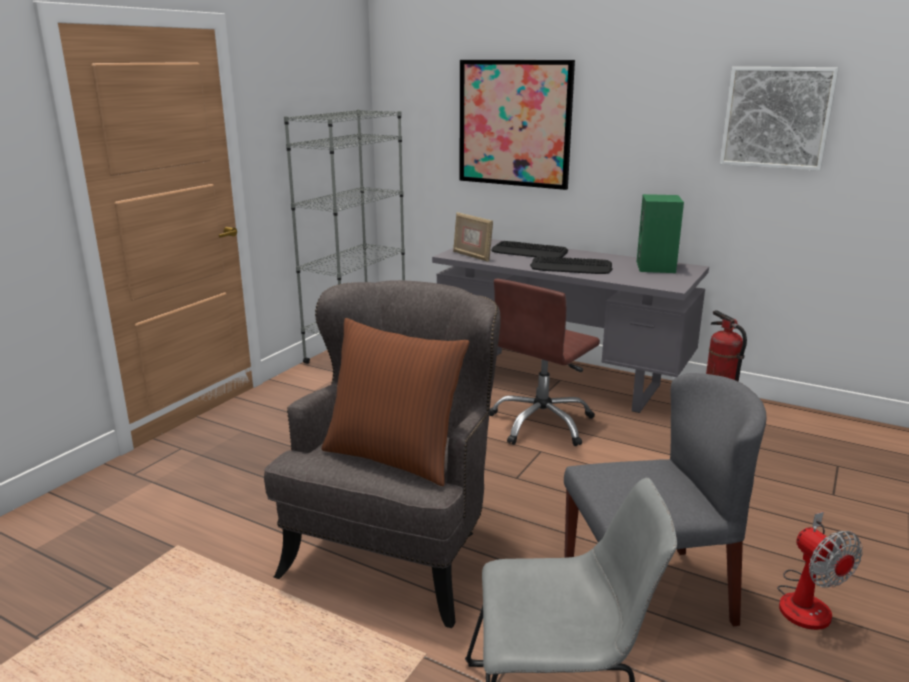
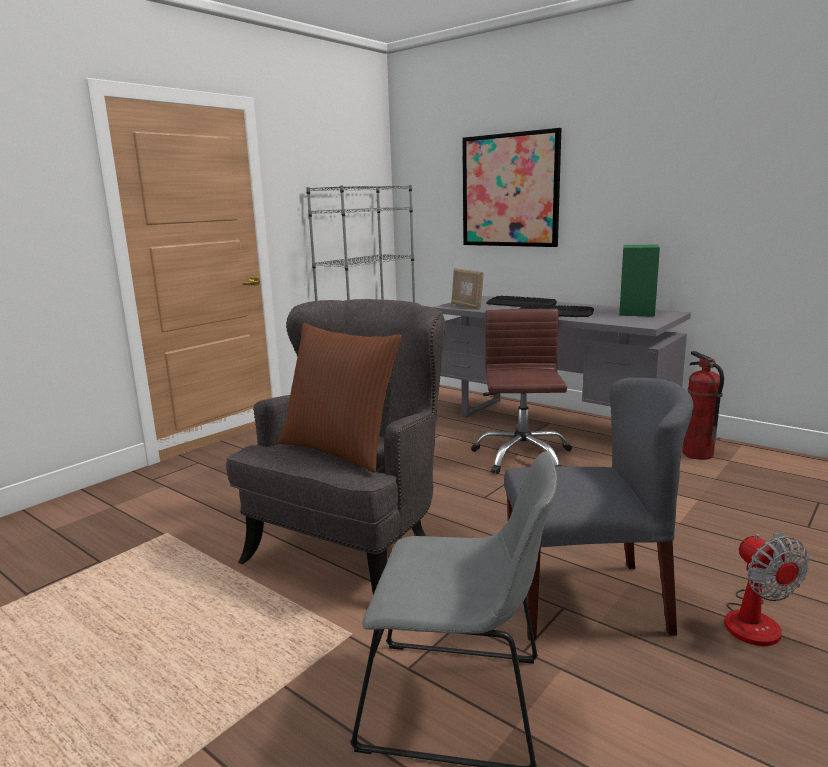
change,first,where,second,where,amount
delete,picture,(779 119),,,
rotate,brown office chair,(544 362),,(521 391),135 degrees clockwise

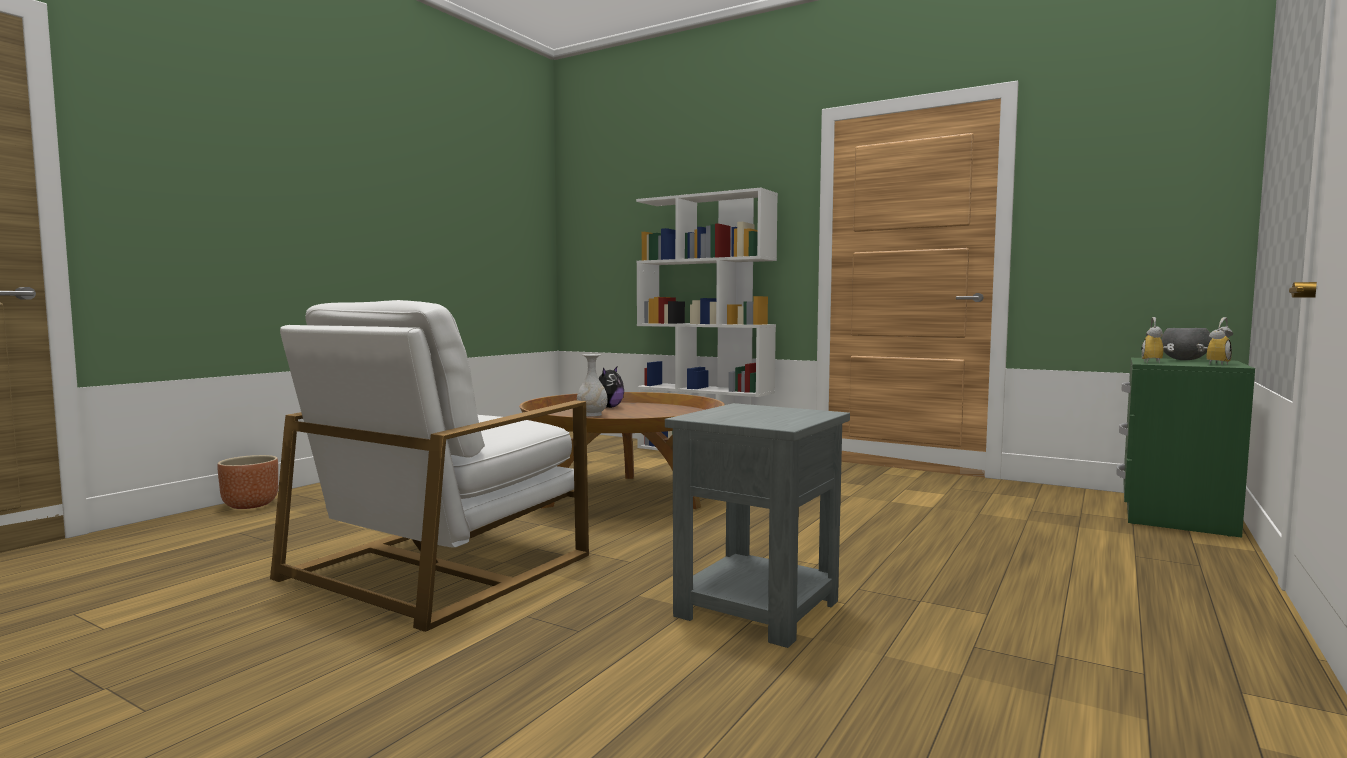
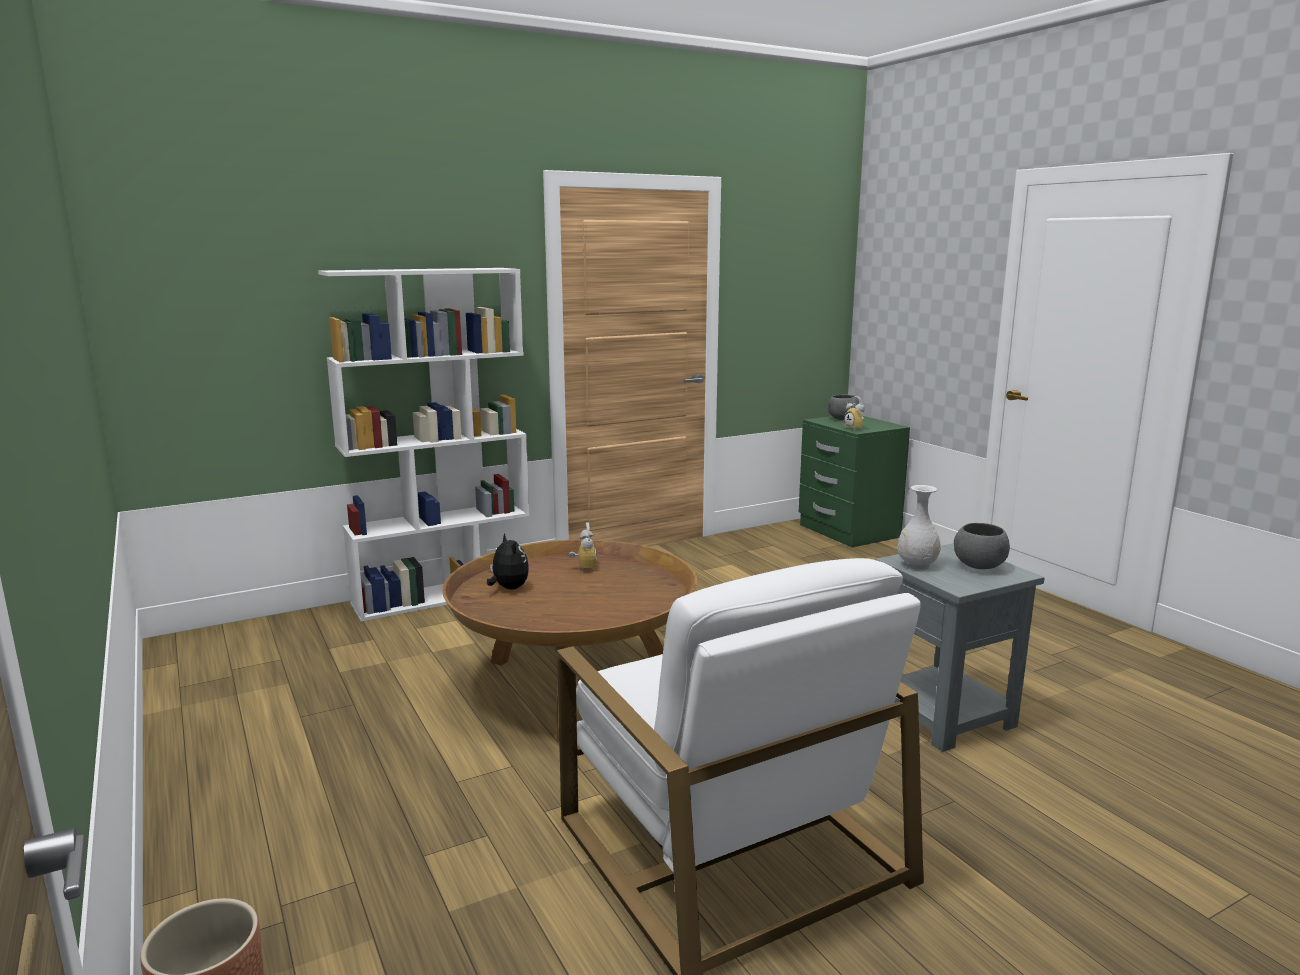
change,first,where,second,where,amount
insert,,,grey bowl,(982 546),
move,white vase,(592 385),,(919 527),
move,alarm clock,(1214 341),,(583 546),

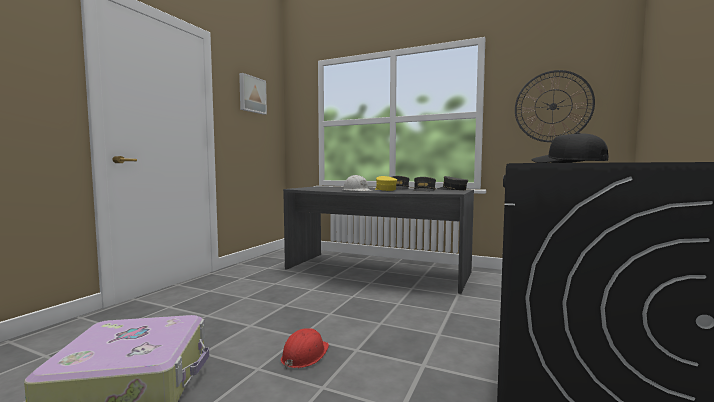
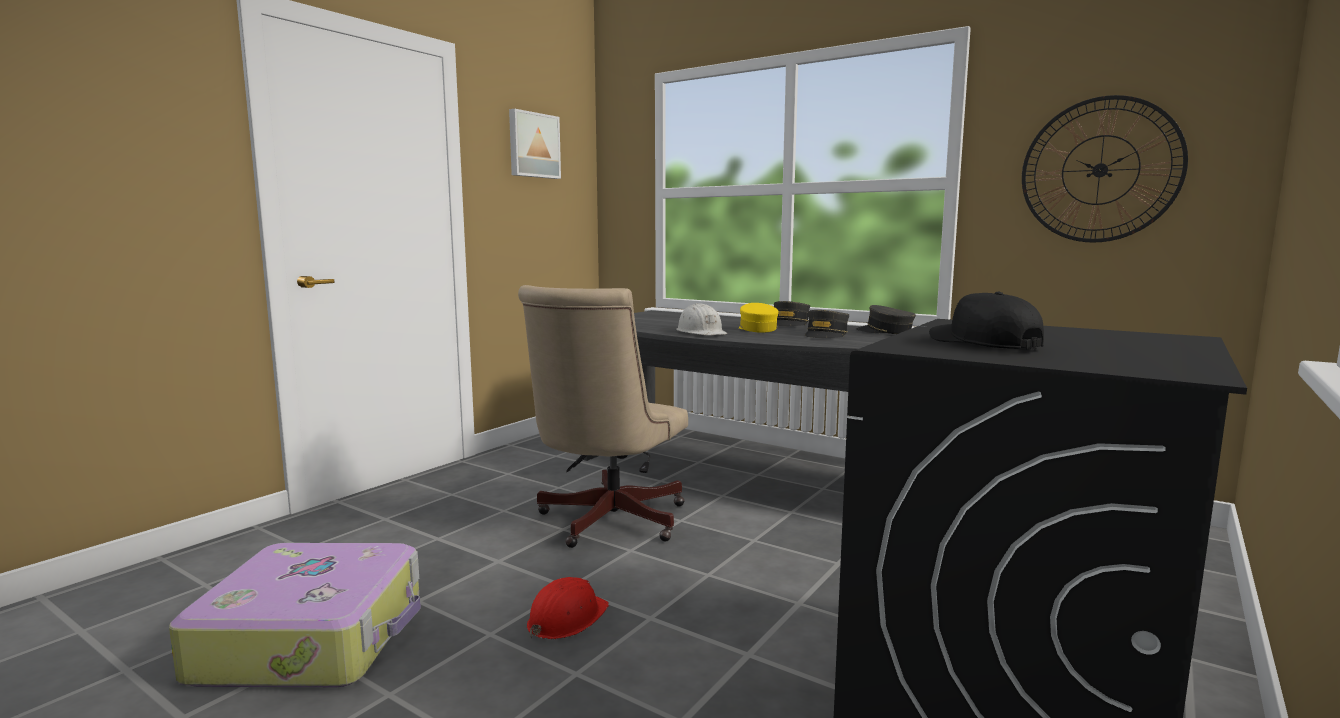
change,first,where,second,where,amount
insert,,,beige office chair,(603 416),

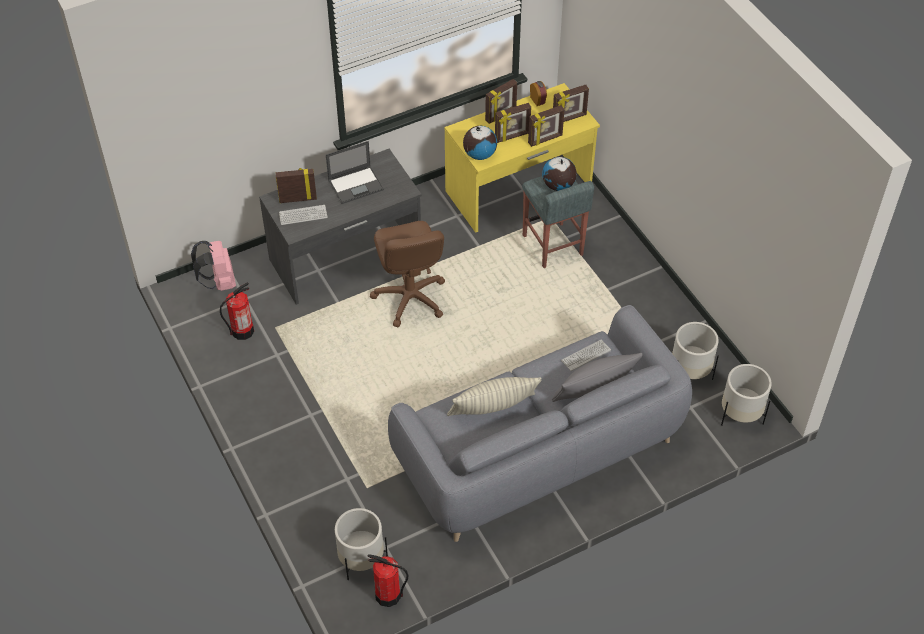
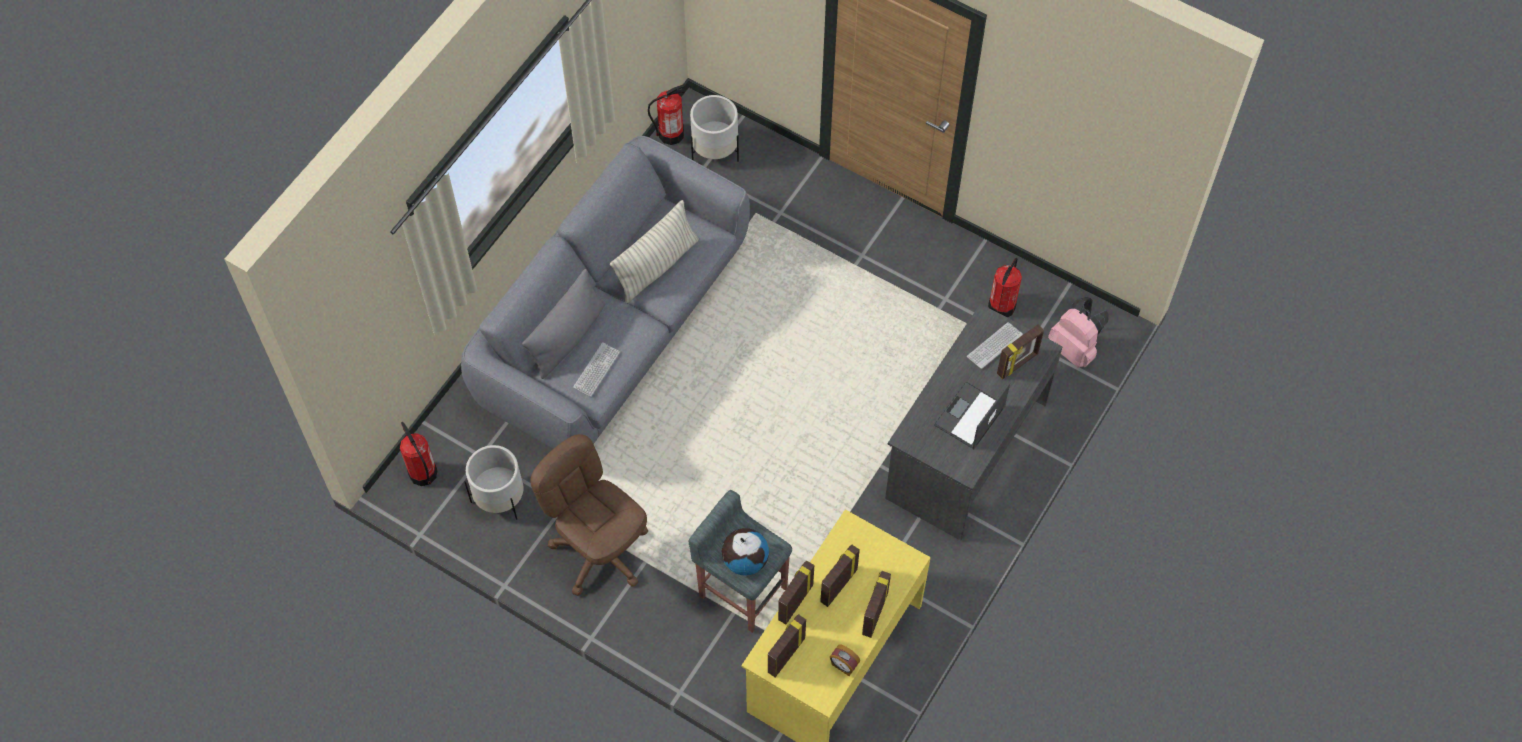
change,first,where,second,where,amount
delete,globe,(480 143),,,
move,brown office chair,(407 274),,(589 515),
replace,white planter,(746 395),fire extinguisher,(418 454),

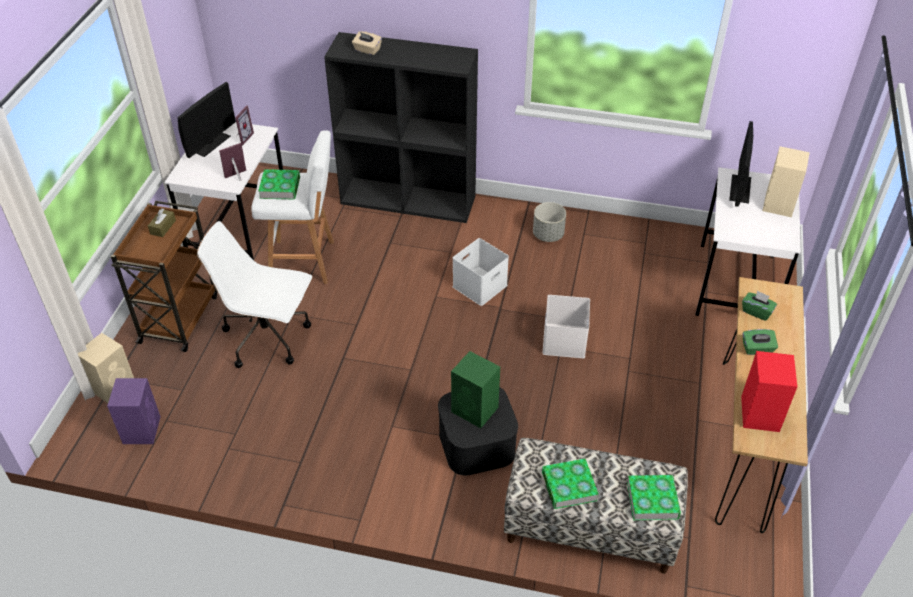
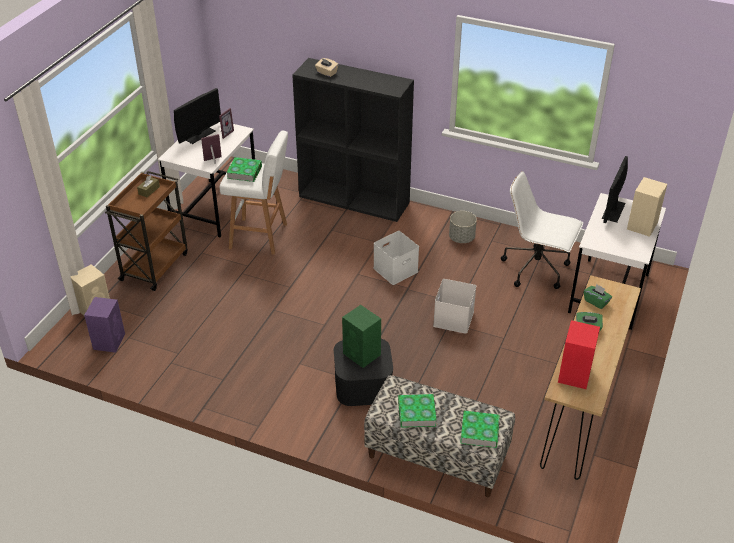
change,first,where,second,where,amount
move,white office chair,(255 294),,(542 230),

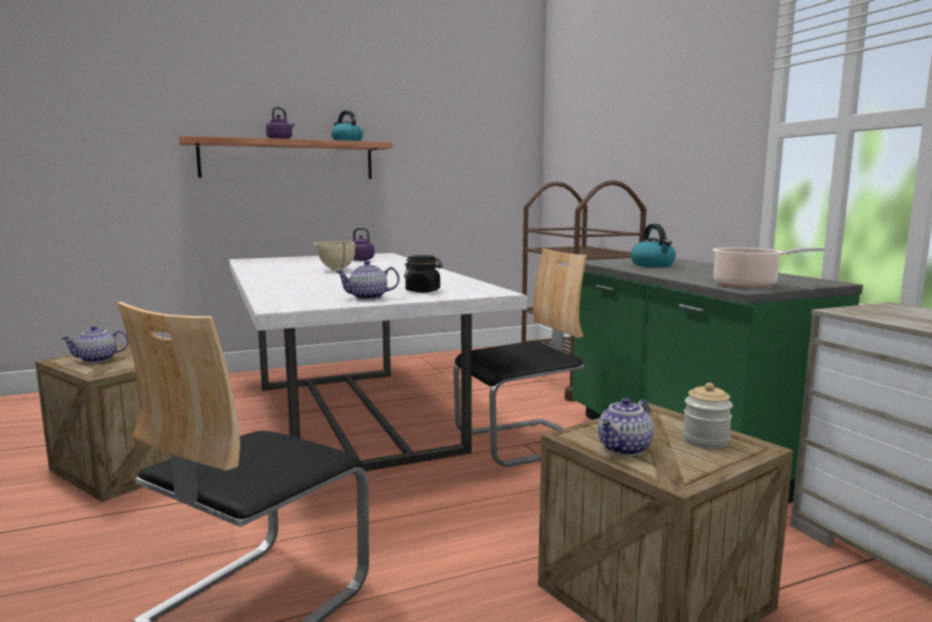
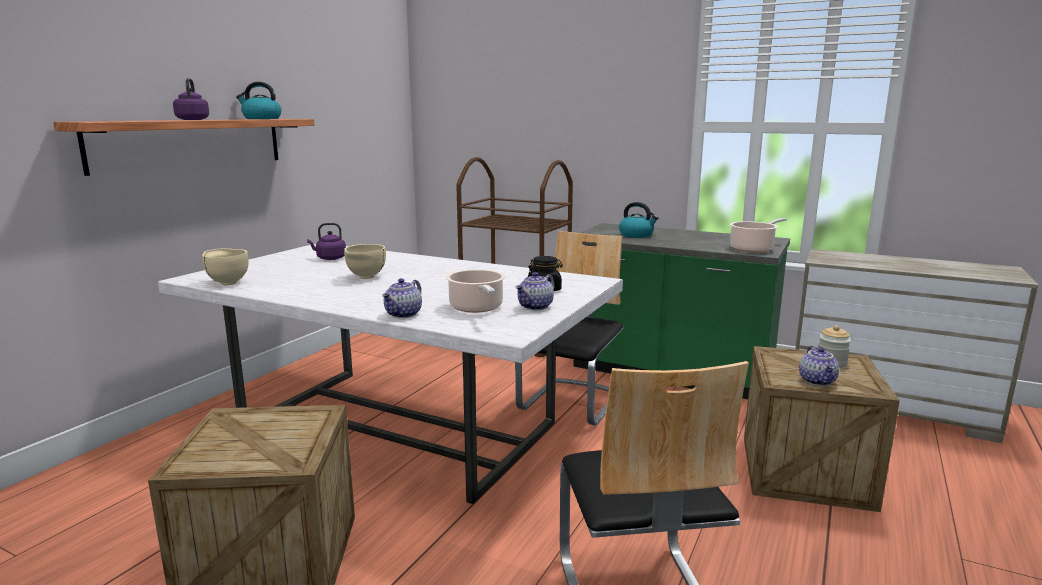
change,first,where,second,where,amount
insert,,,beige bowl,(225 267),
insert,,,cooking pot,(475 291),
move,teapot,(95 344),,(402 298),

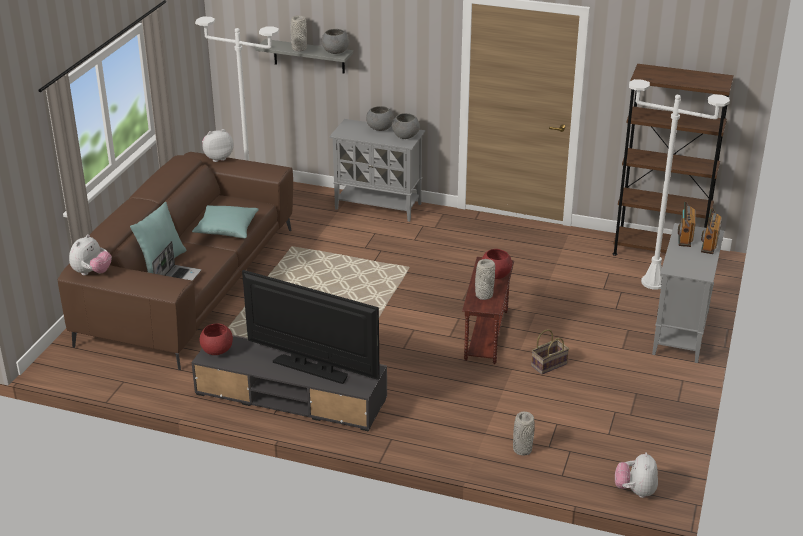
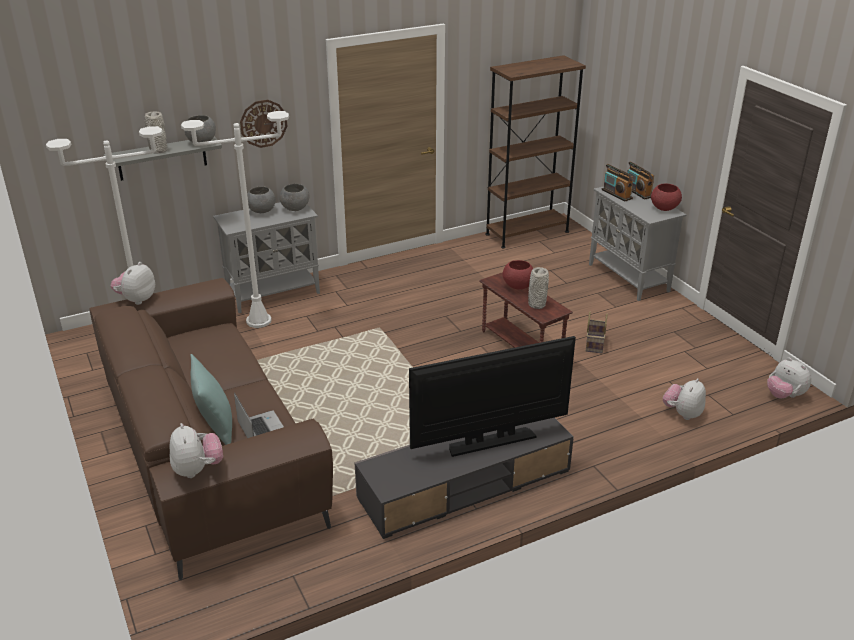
change,first,where,second,where,amount
delete,turquoise pillow,(225 222),,,
insert,,,wall clock,(263 124),
move,red bowl,(216 339),,(666 197),
move,white floor lamp,(679 184),,(235 219),
replace,grey vase,(524 433),plush toy,(684 399),

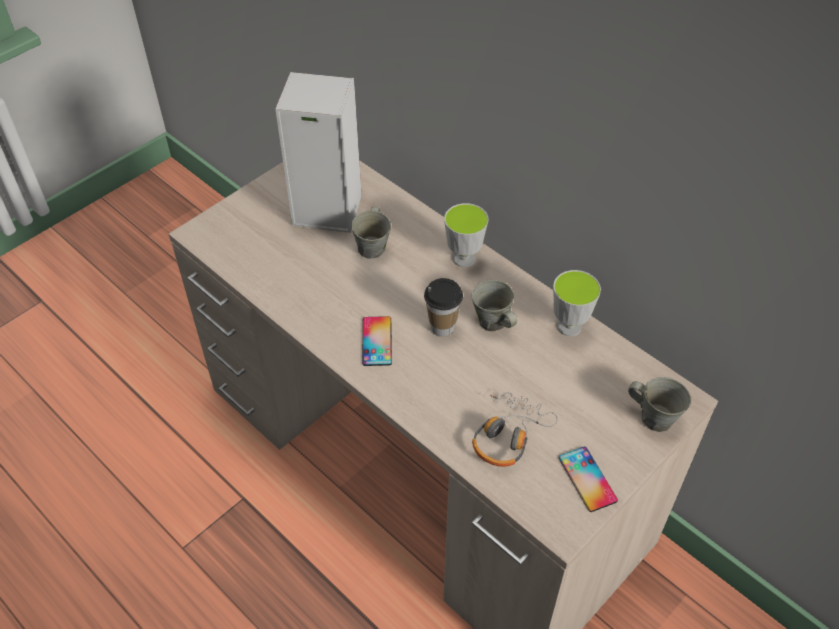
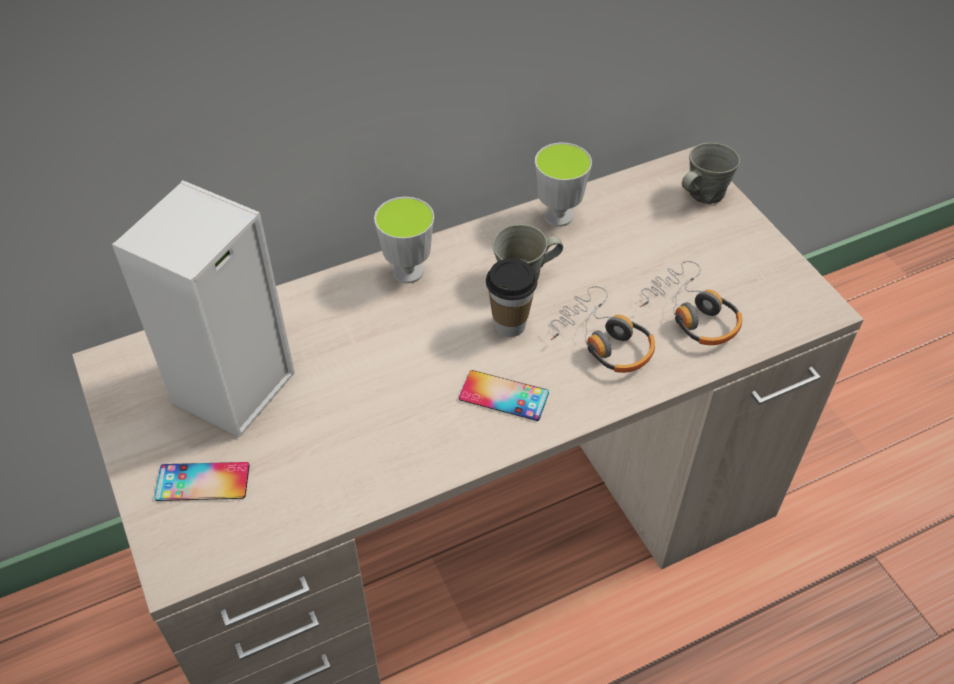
change,first,where,second,where,amount
delete,grey mug,(371 233),,,
insert,,,headphones,(603 329),
move,phone,(588 479),,(202 481),

